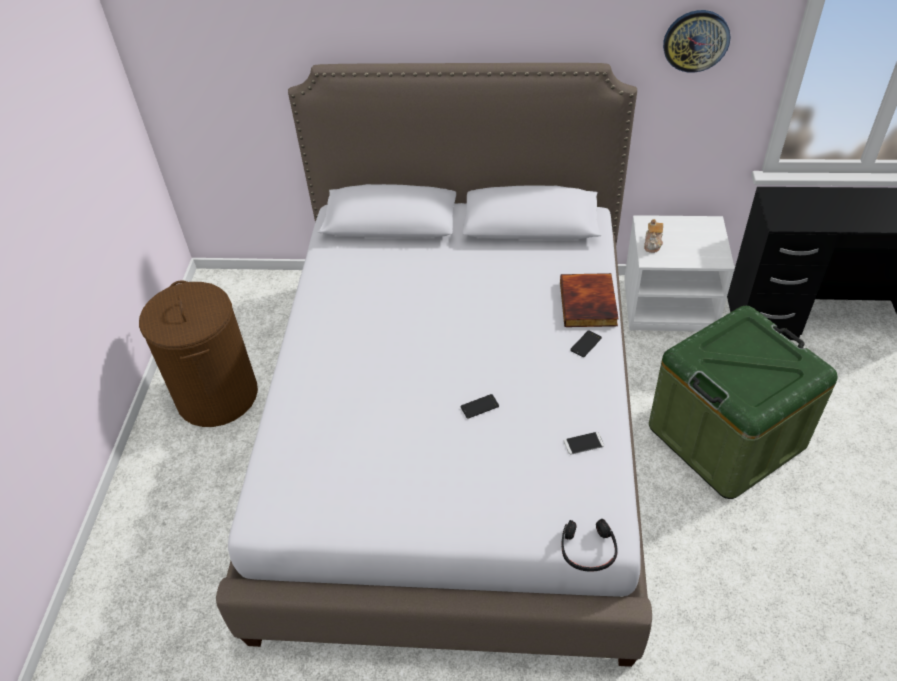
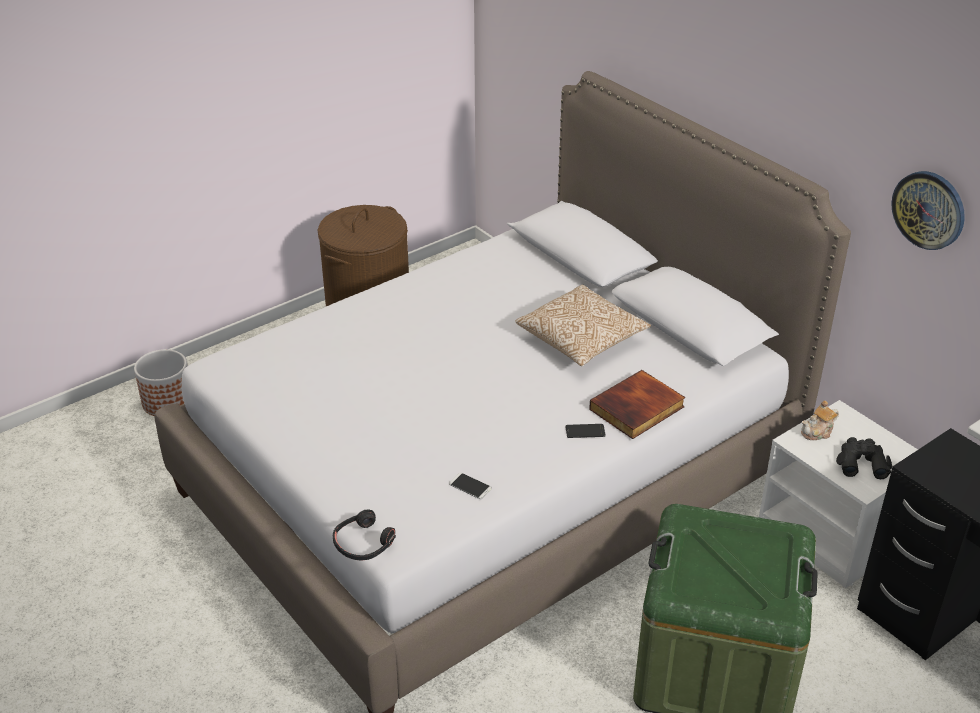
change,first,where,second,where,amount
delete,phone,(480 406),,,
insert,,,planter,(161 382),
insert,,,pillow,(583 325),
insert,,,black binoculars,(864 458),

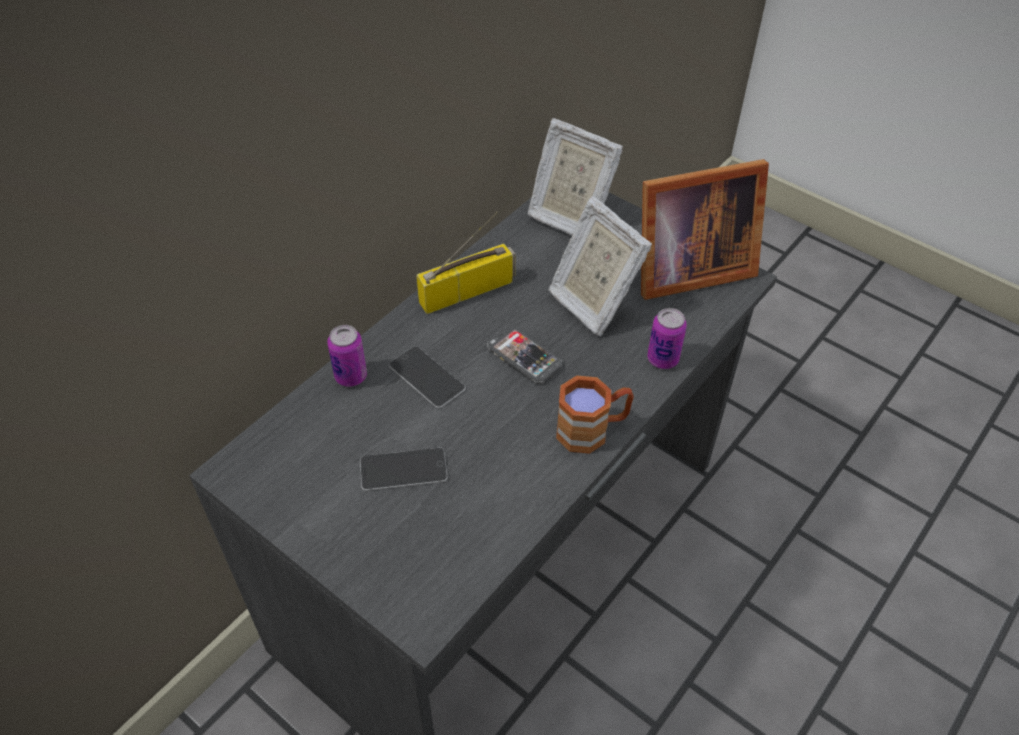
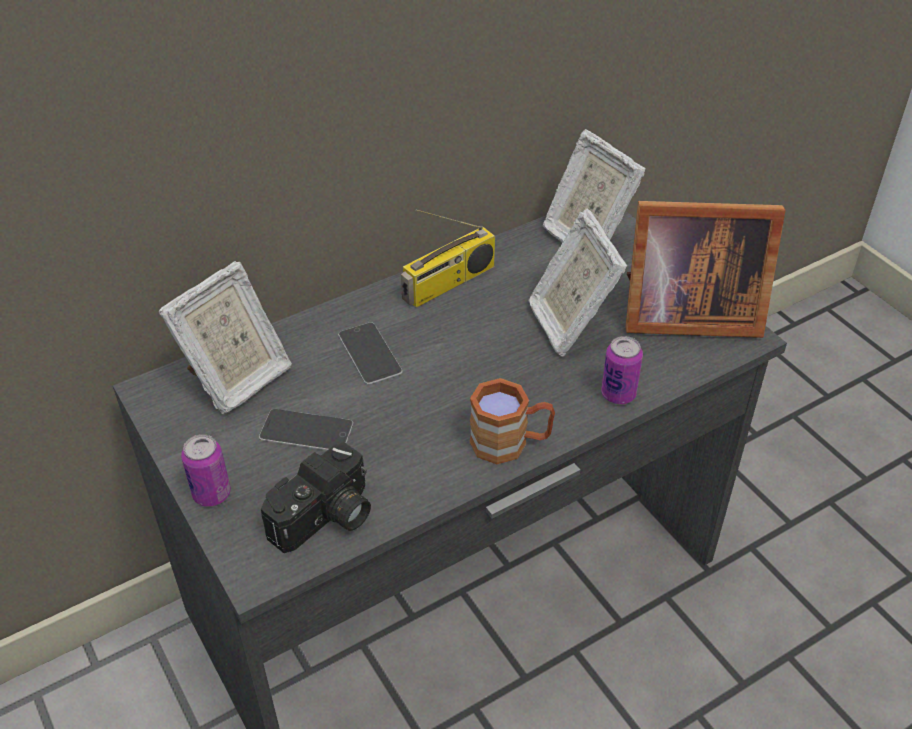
change,first,where,second,where,amount
delete,phone,(524 355),,,
insert,,,picture frame,(225 337),
insert,,,photo camera,(316 497),
move,can,(347 356),,(206 470),
rotate,radio,(466 263),,(448 258),150 degrees clockwise

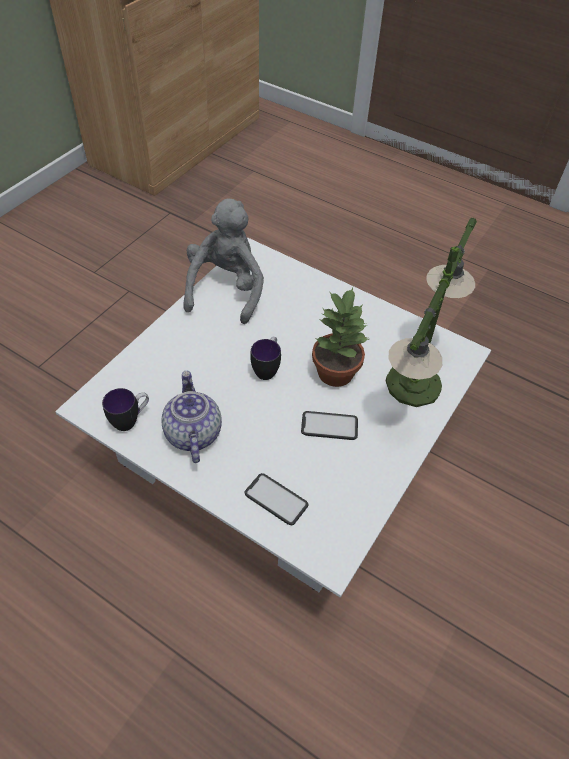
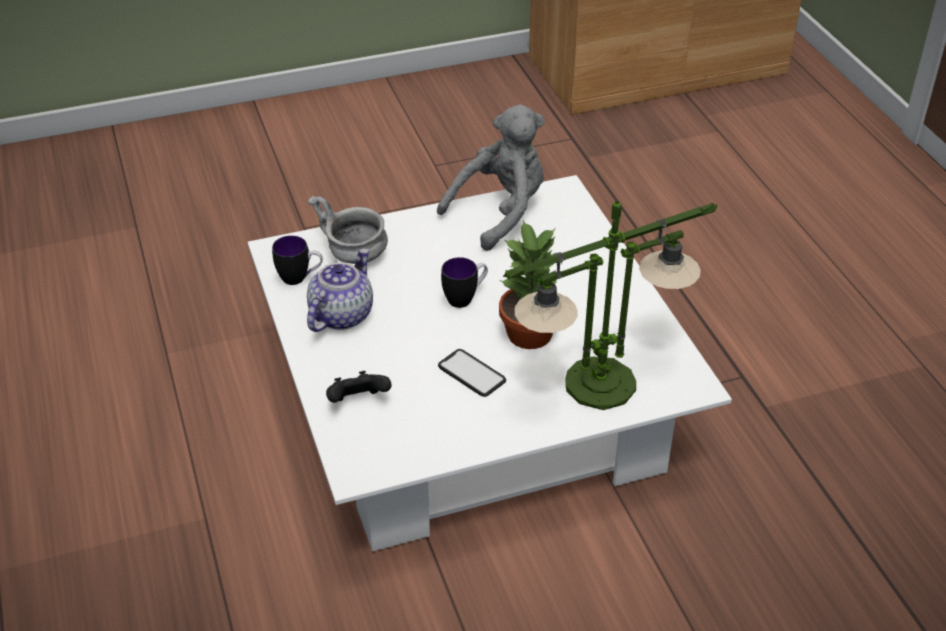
change,first,where,second,where,amount
insert,,,grey bowl,(348 230),
replace,phone,(276 499),black game controller,(358 387),

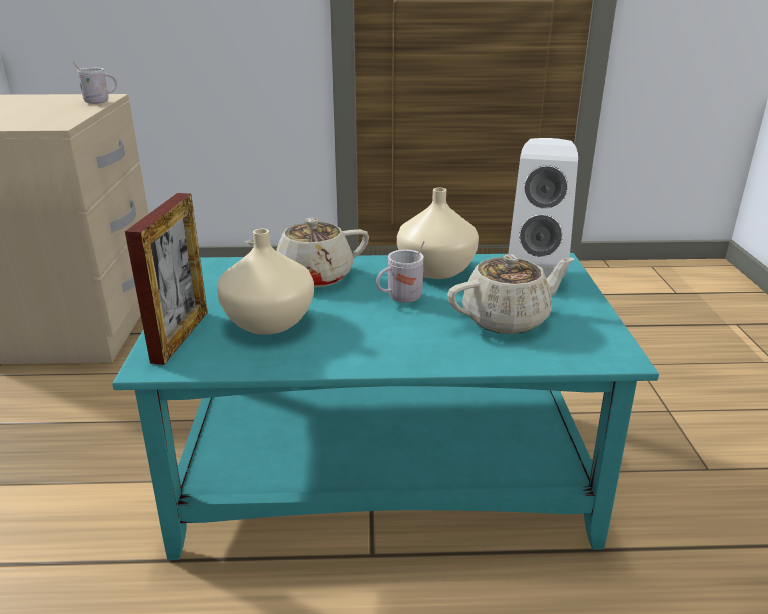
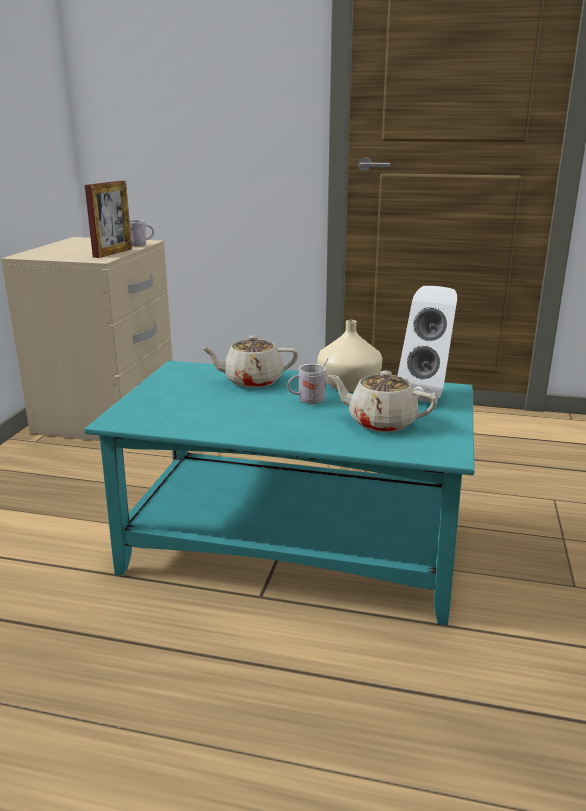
change,first,where,second,where,amount
delete,beige vase,(265 282),,,
move,picture frame,(166 279),,(108 219),
rotate,beige teapot,(510 294),,(382 401),150 degrees counterclockwise

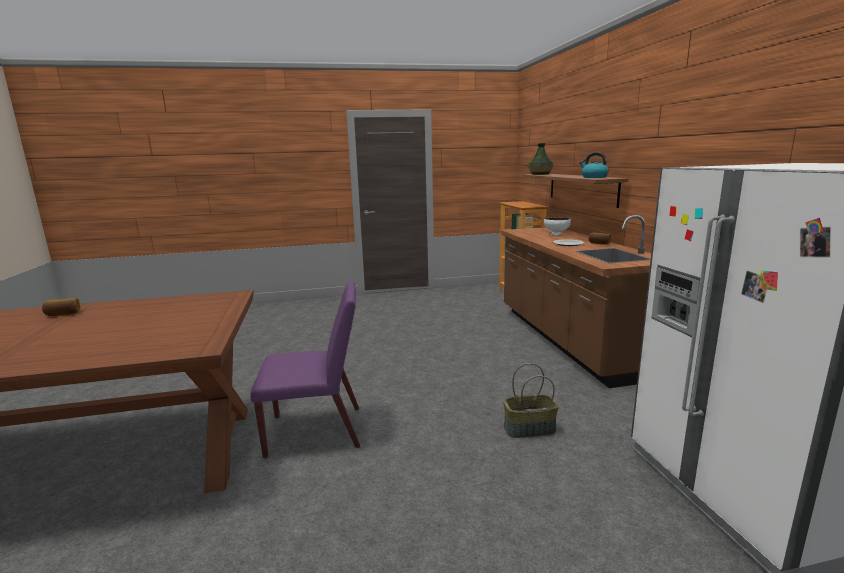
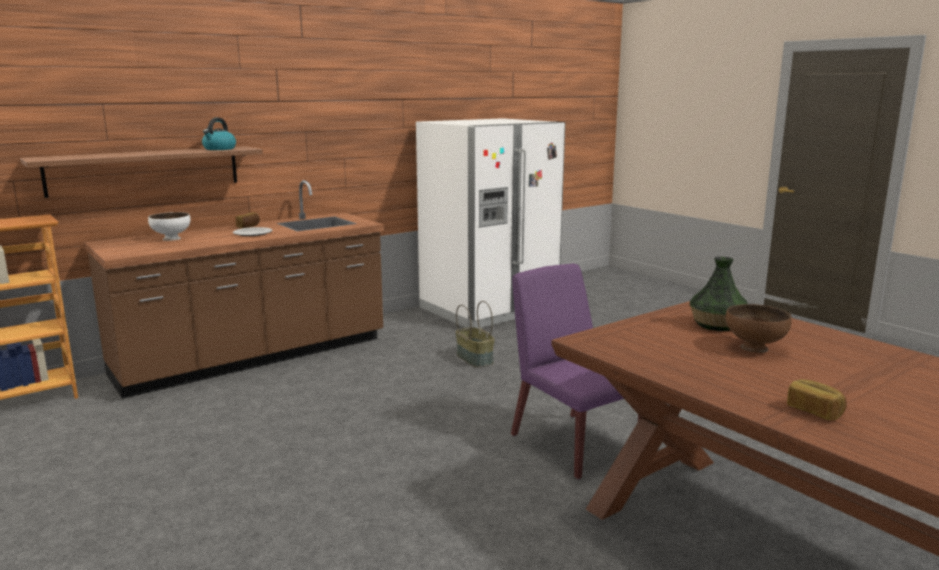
change,first,where,second,where,amount
insert,,,brown bowl,(758 328),
move,vase,(540 159),,(719 294),

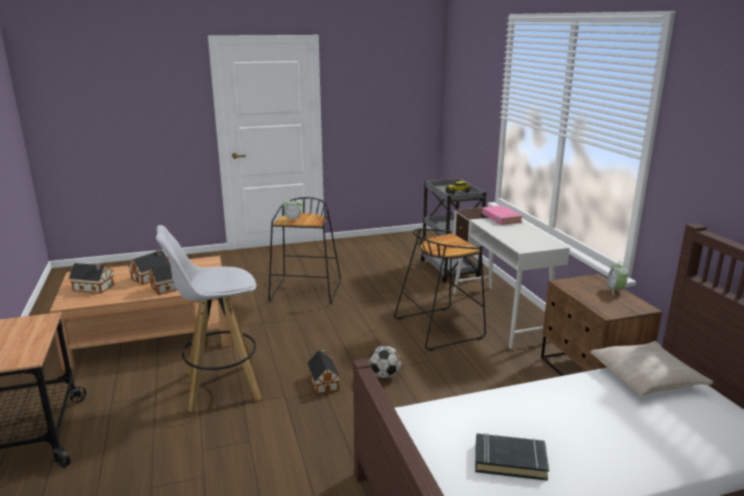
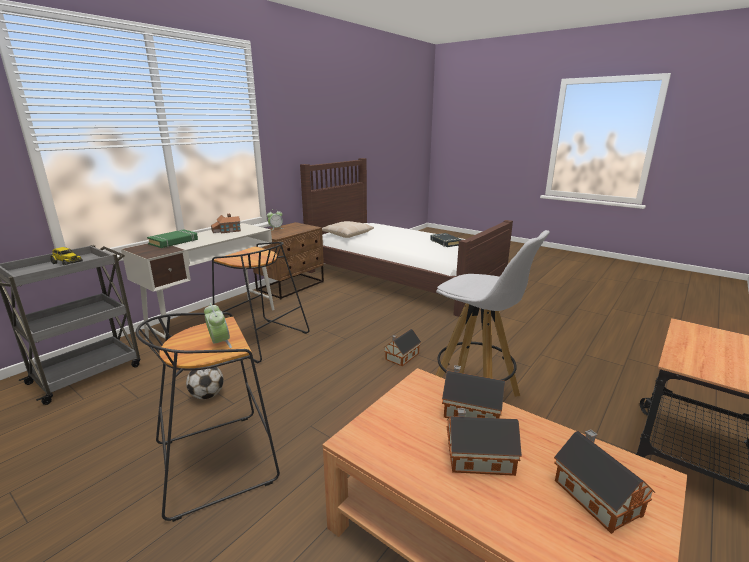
change,first,where,second,where,amount
insert,,,toy house,(226 223),
move,football,(385 362),,(205 383),
recolor,pink book,(502 215),green book,(172 238),

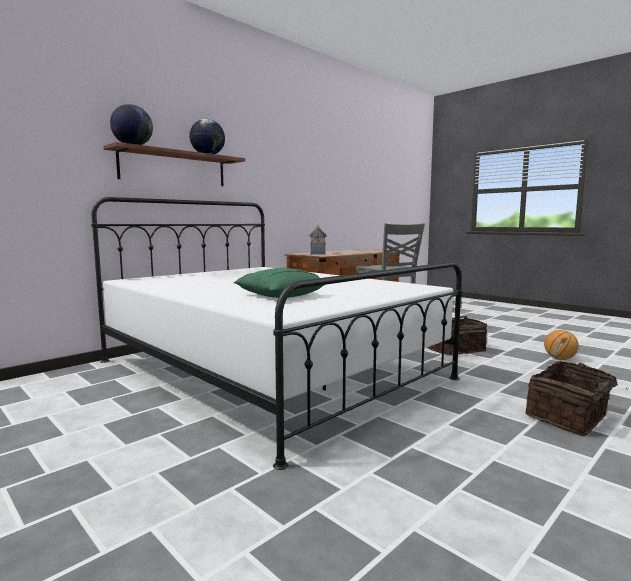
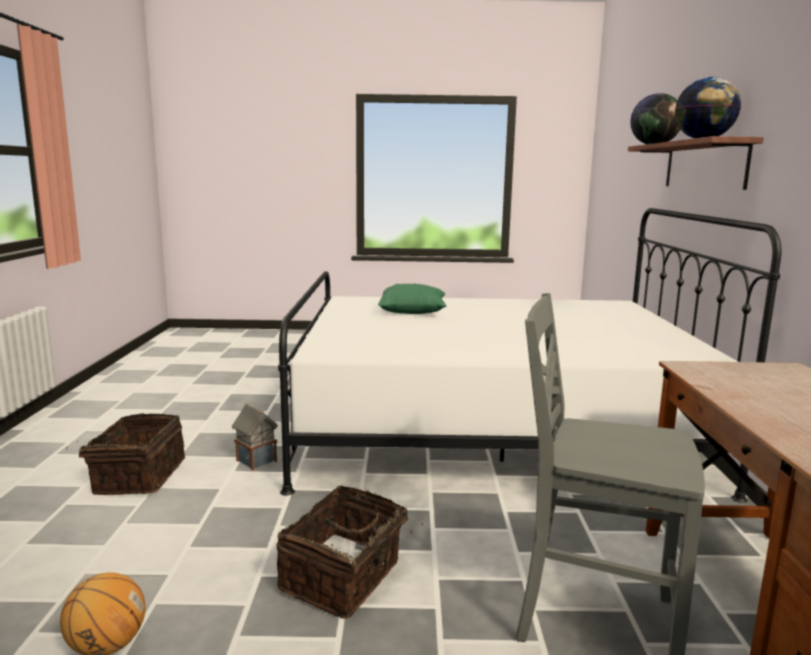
change,first,where,second,where,amount
move,toy house,(318 240),,(255 436),

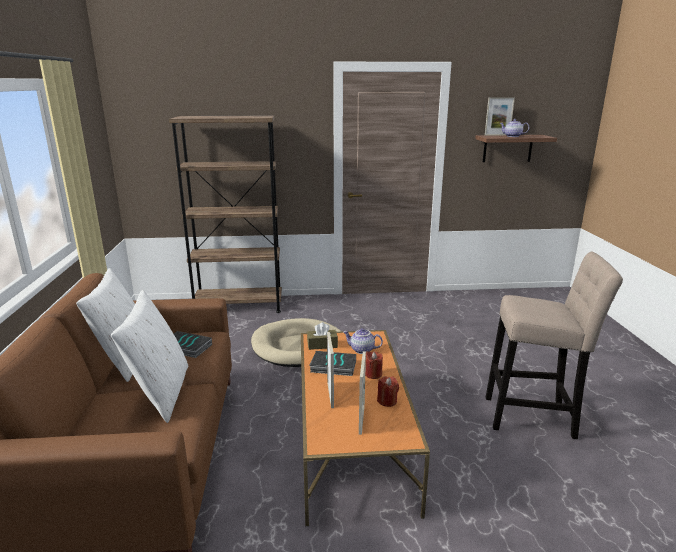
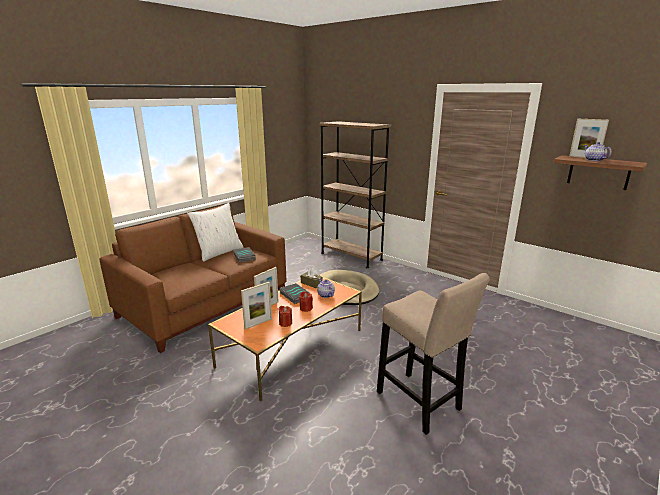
change,first,where,second,where,amount
delete,white pillow,(149 356),,,

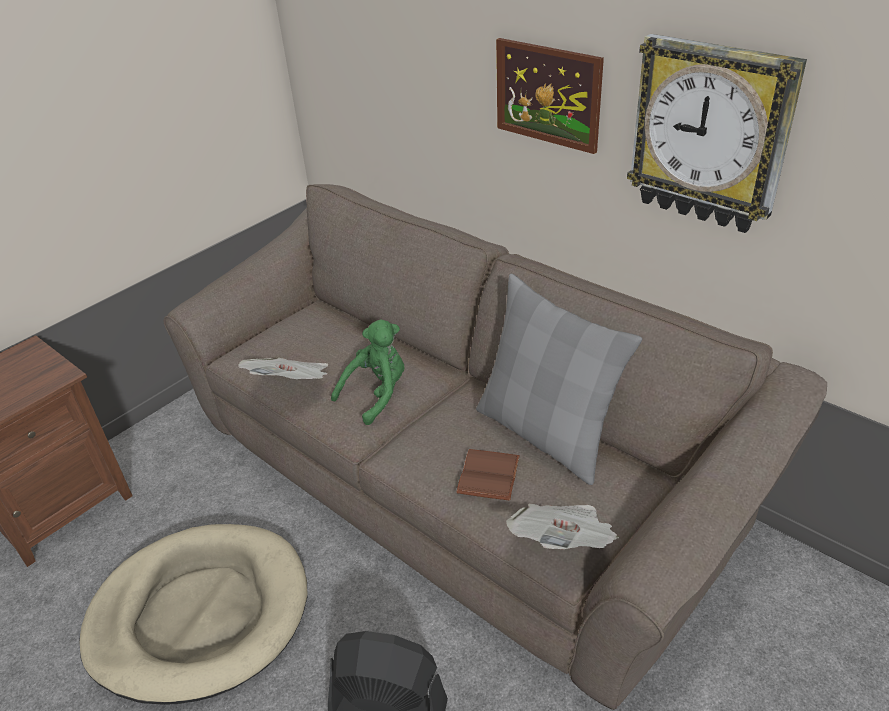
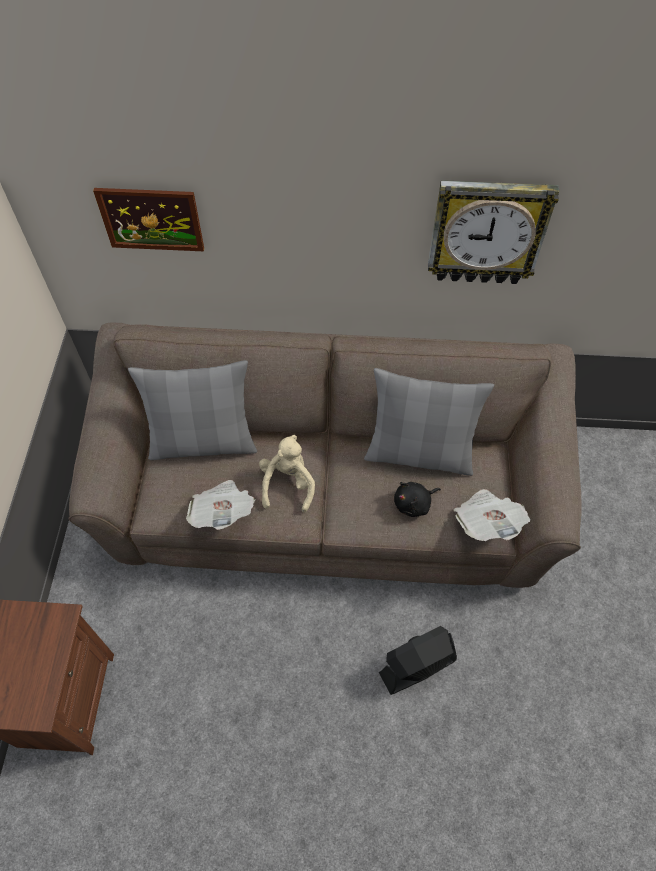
change,first,where,second,where,amount
delete,beige dog bed,(193 614),,,
insert,,,grey pillow,(192 410),
move,picture,(550 96),,(148 219),
replace,brown book,(488 475),black plush toy,(417 499),
recolor,green plush toy,(367 372),beige plush toy,(287 474),

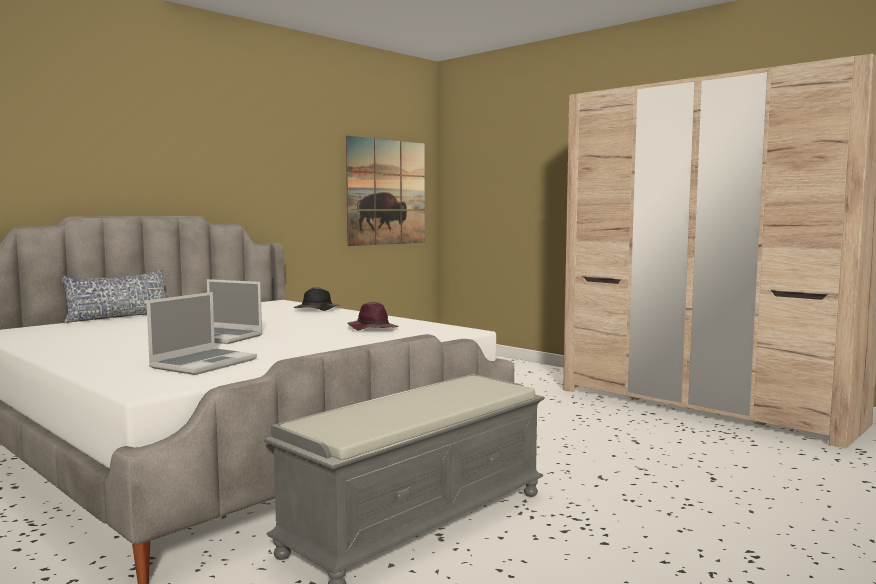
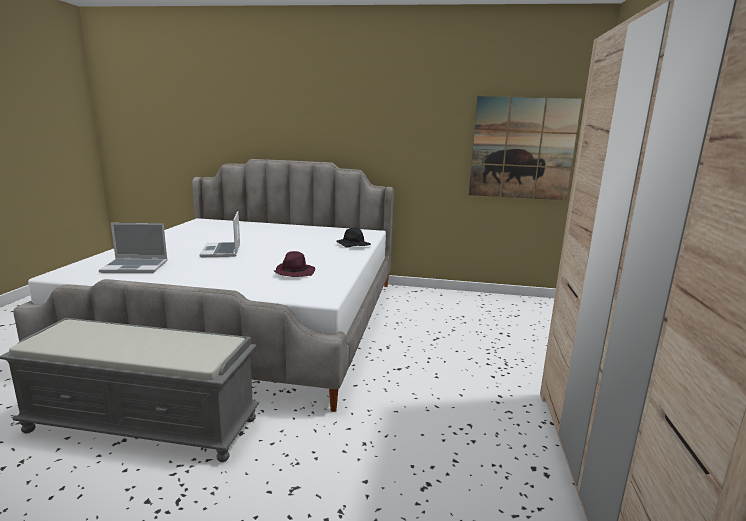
change,first,where,second,where,amount
delete,pillow,(114 296),,,

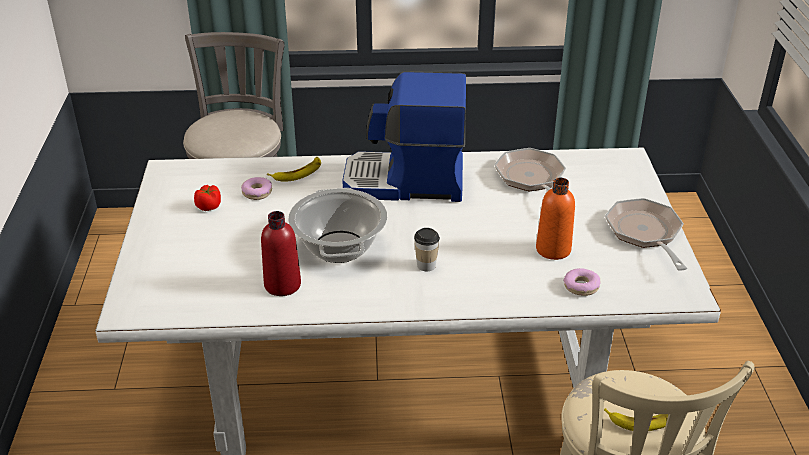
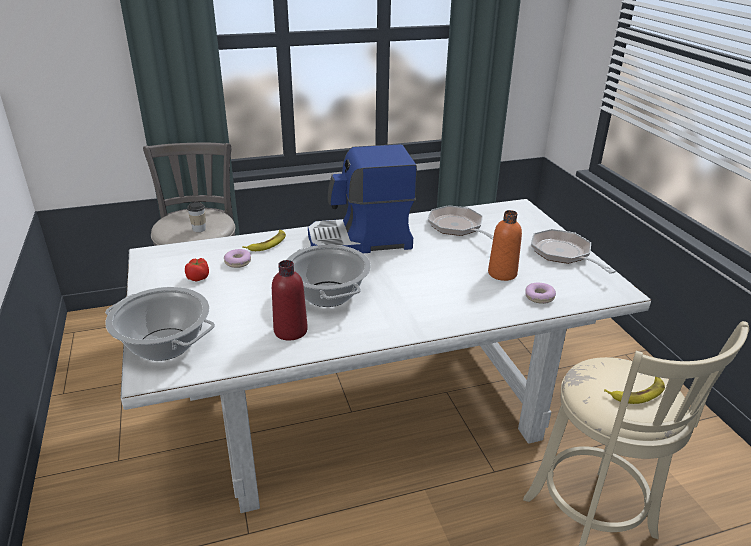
change,first,where,second,where,amount
insert,,,cooking pot,(160 324),
move,cup,(427 249),,(196 217),

